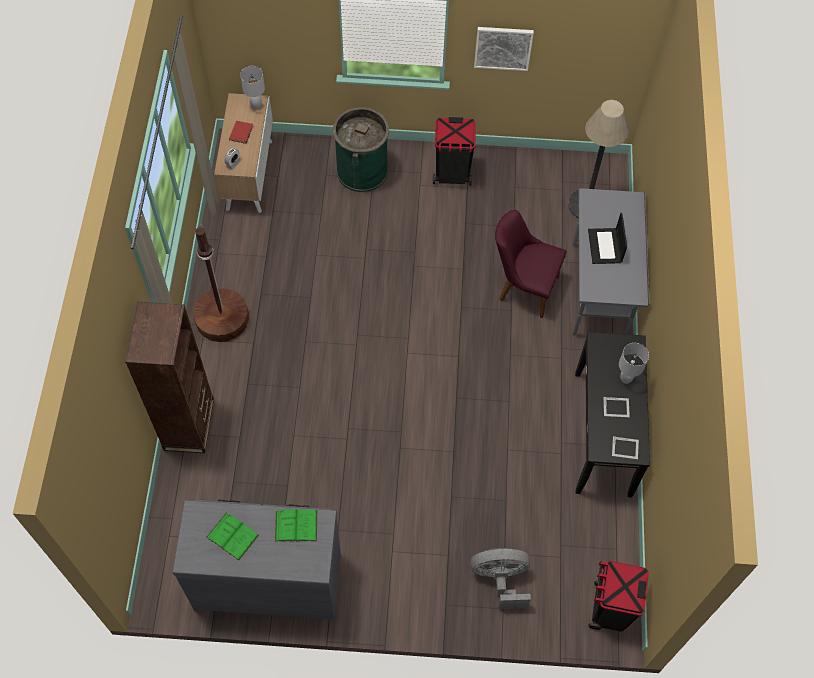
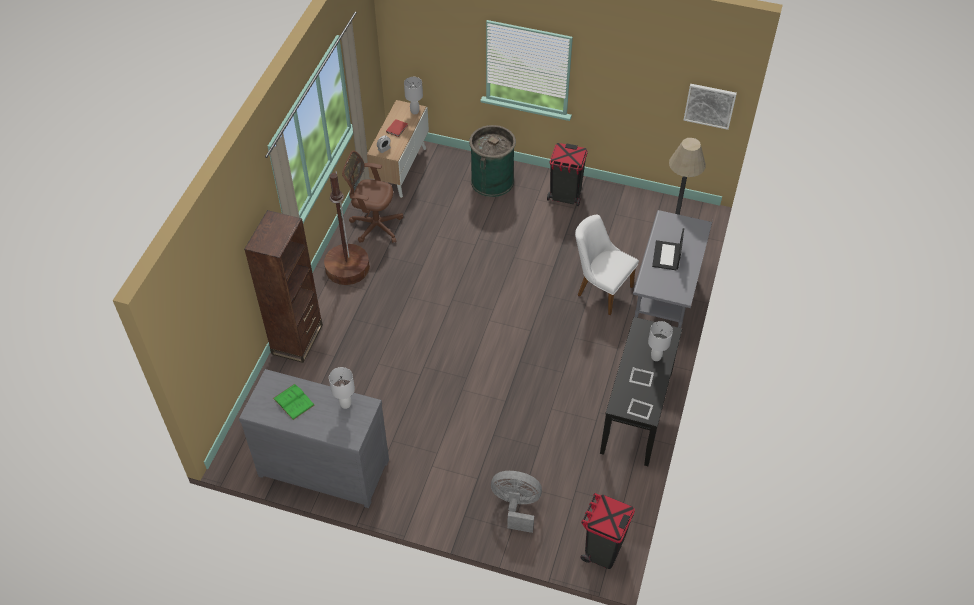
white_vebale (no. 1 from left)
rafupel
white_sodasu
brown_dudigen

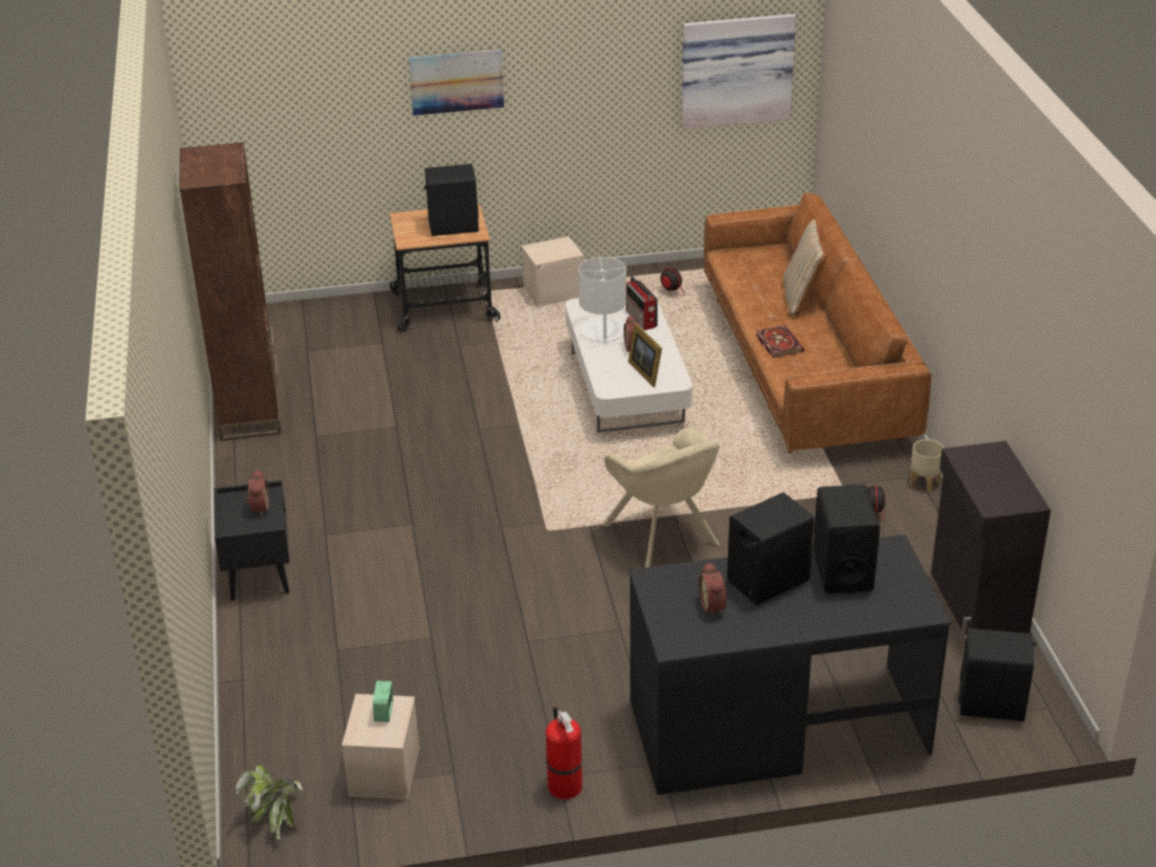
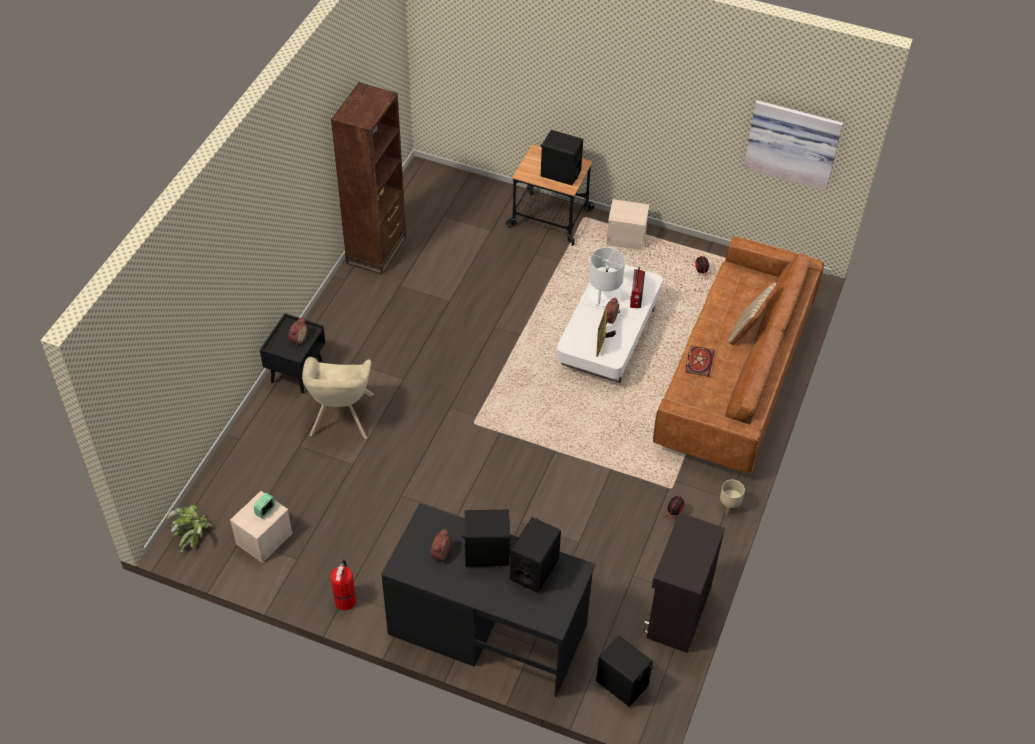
rafupel (no. 1 from left in the first image)
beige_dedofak

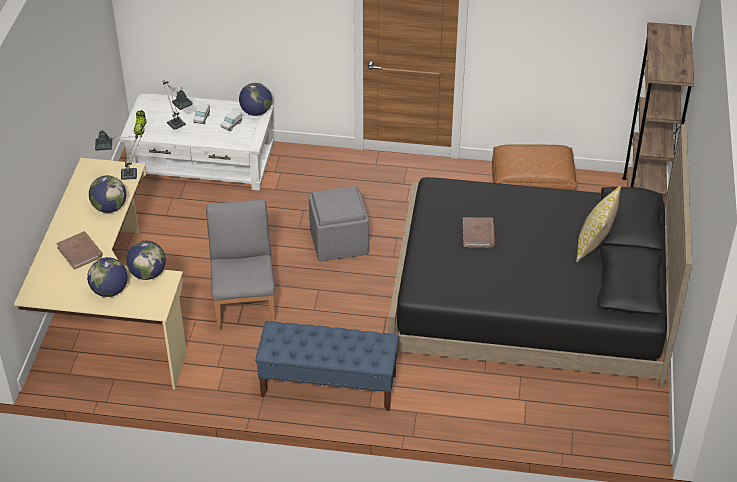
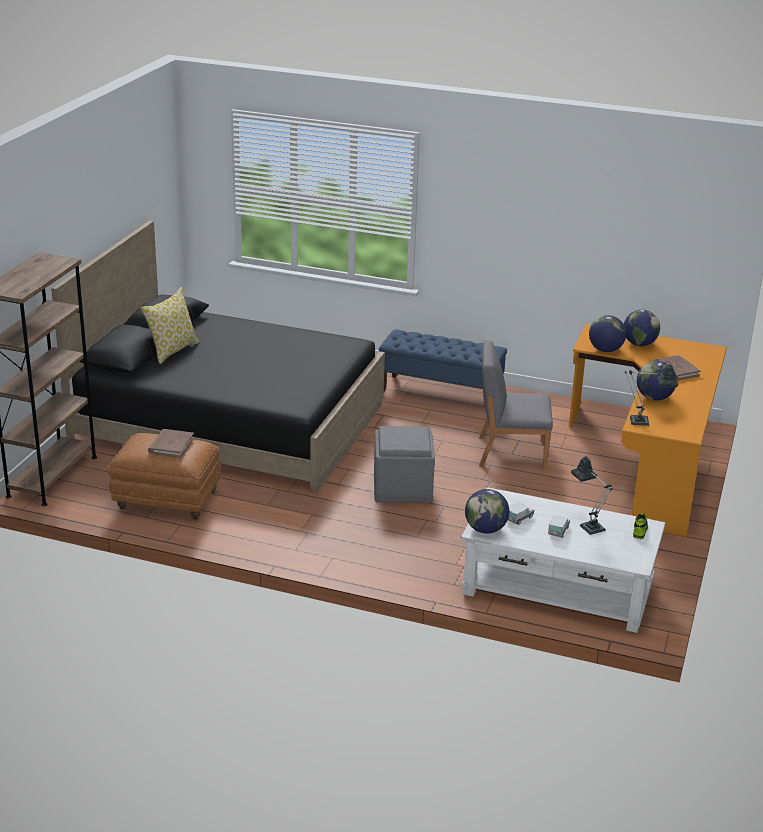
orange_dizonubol
grey_sodasu
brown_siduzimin (no. 1 from left)

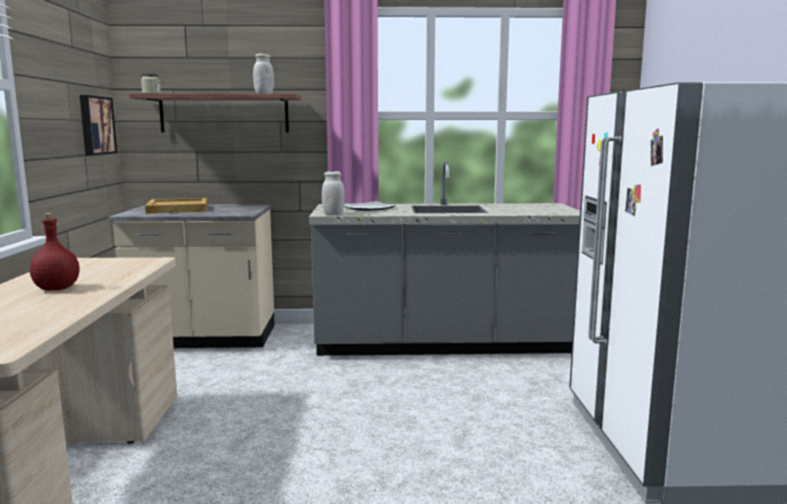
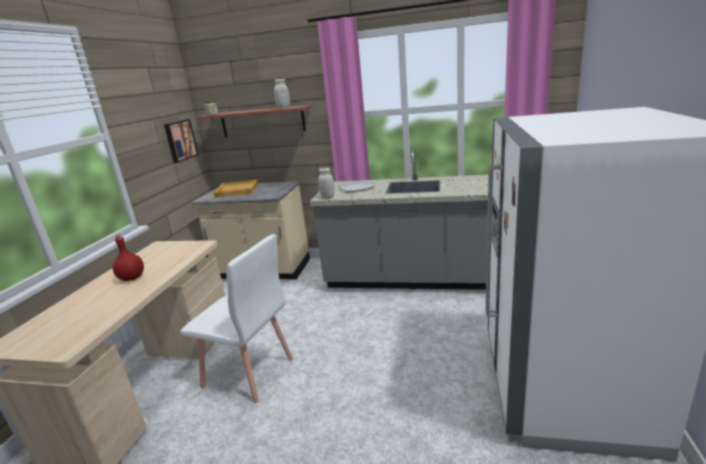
white_sodasu

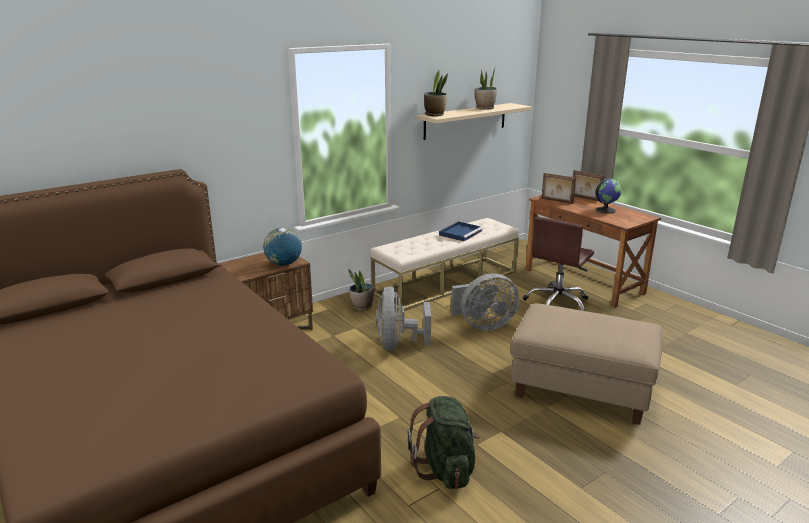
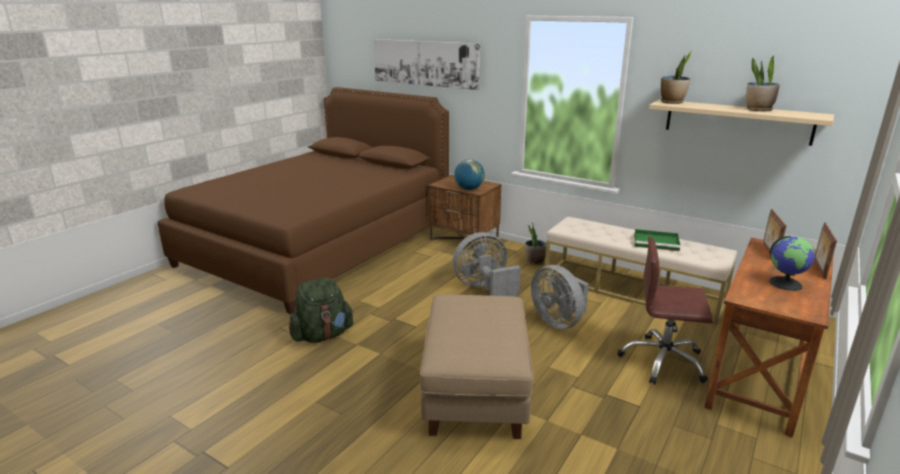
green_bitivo
rafupel

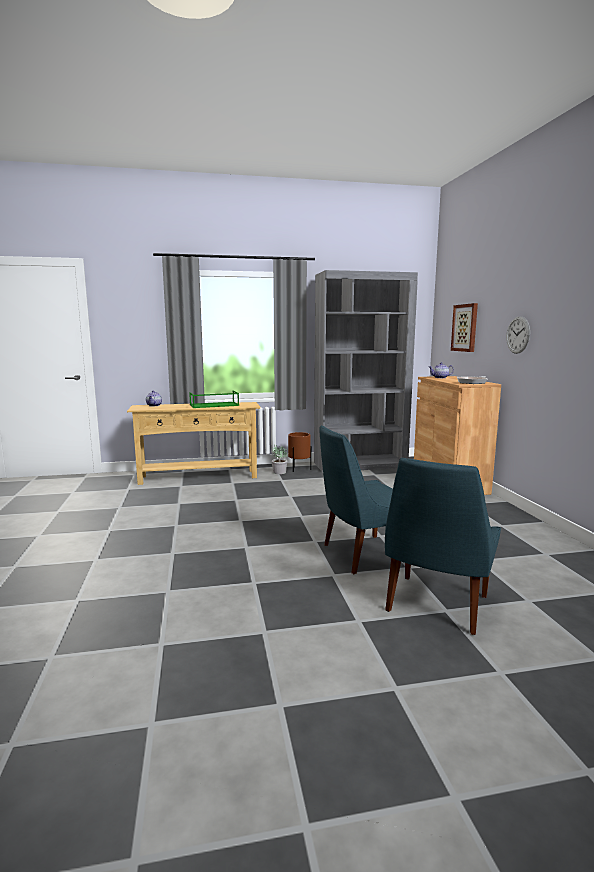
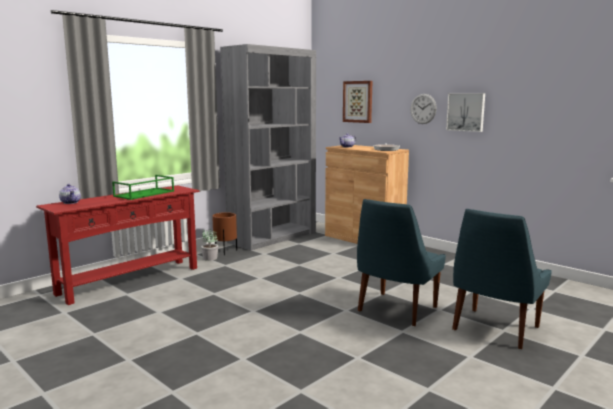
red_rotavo
blue_sodasu (no. 2 from left)
rafupel (no. 2 from left)

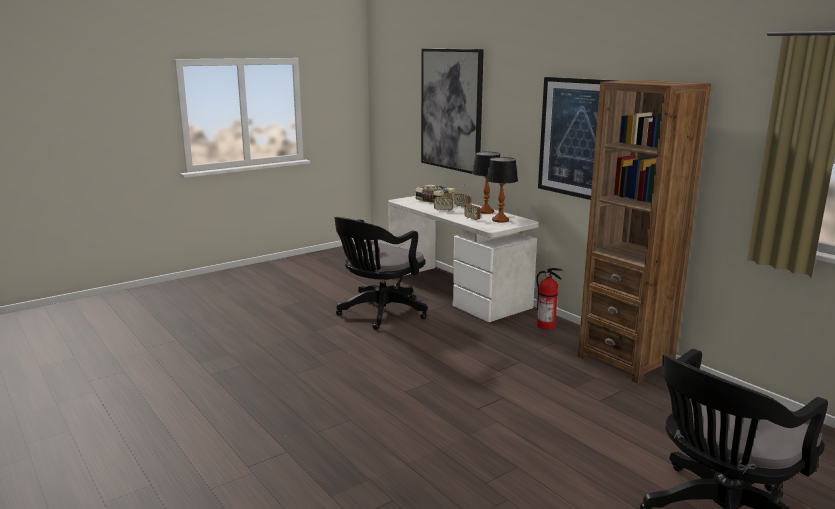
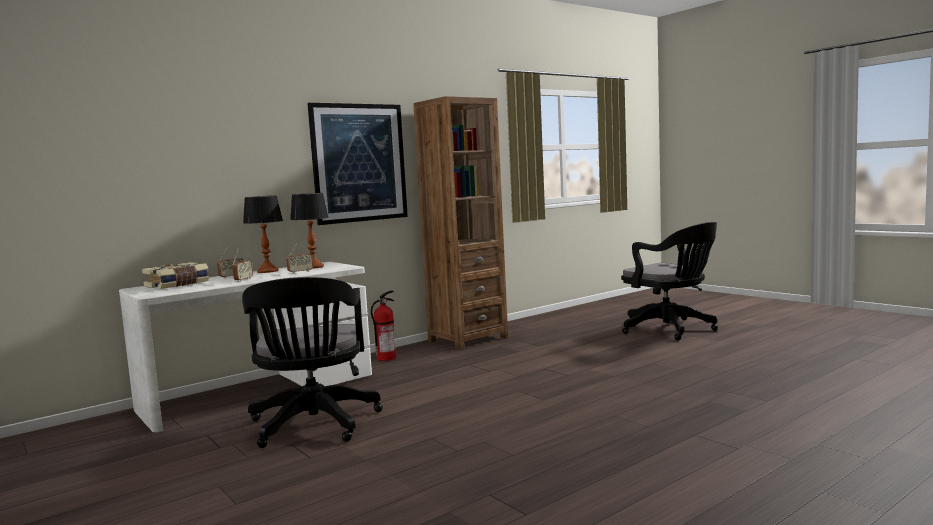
black_dudigen (no. 1 from left)
rafupel (no. 1 from left in the first image)

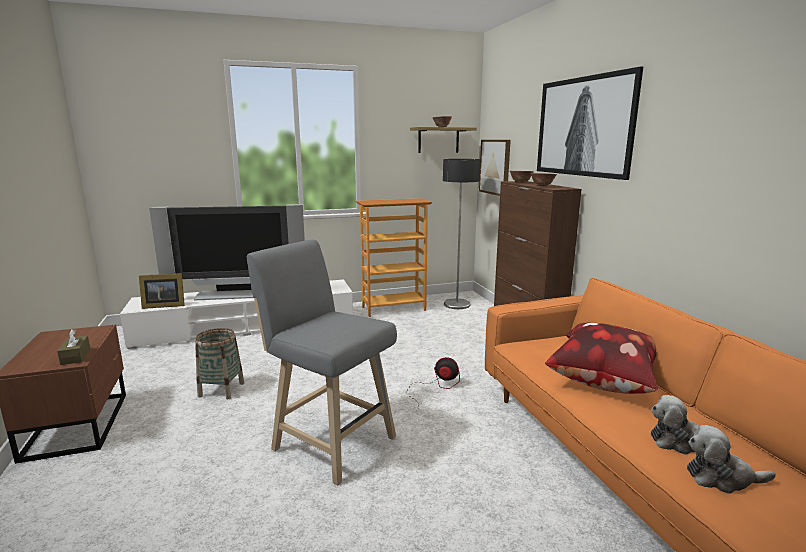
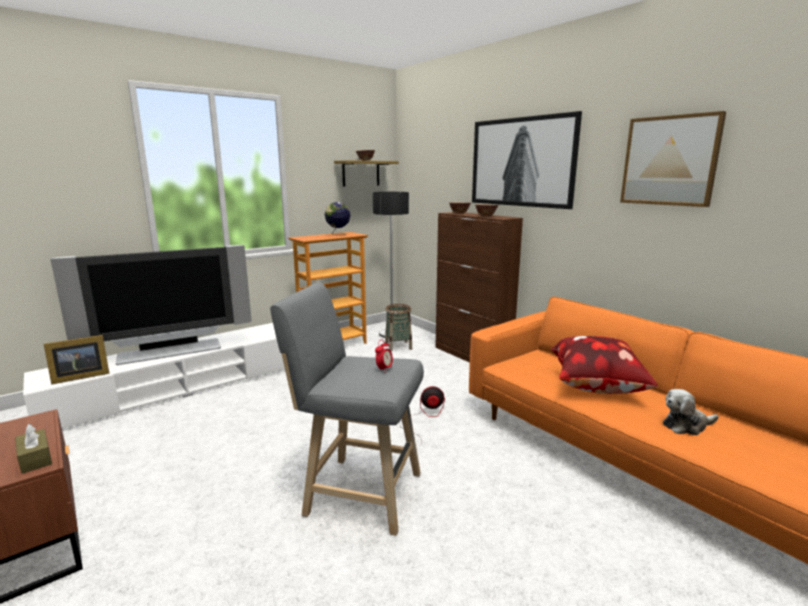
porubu
rafupel (no. 2 from left)
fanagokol (no. 2 from left in the first image)
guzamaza
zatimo

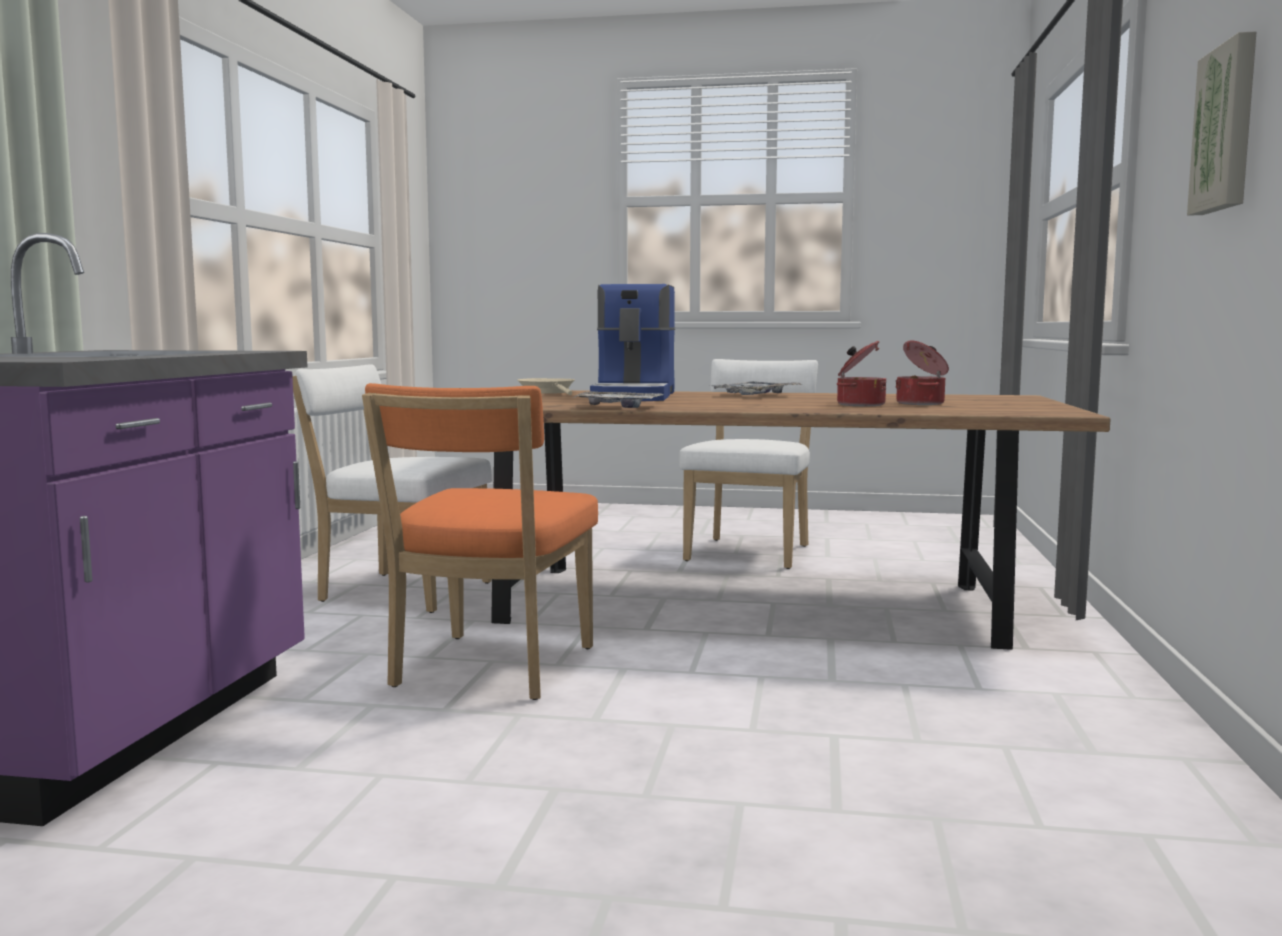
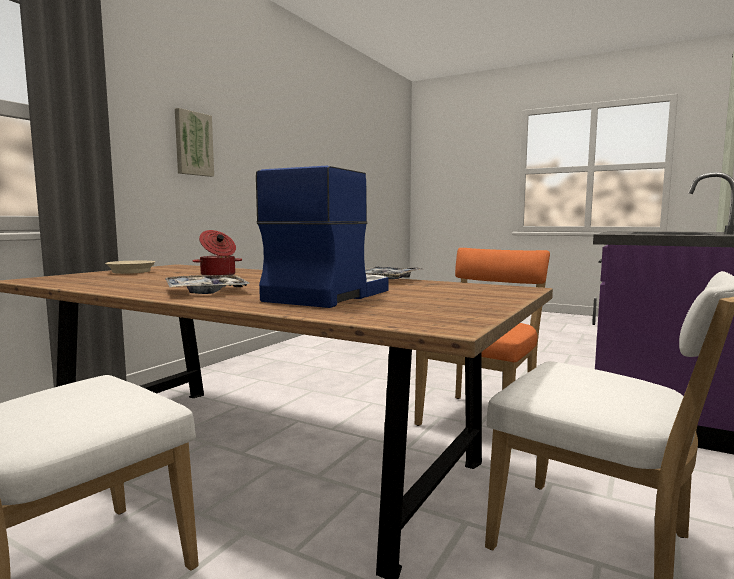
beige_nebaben
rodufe (no. 2 from left in the first image)

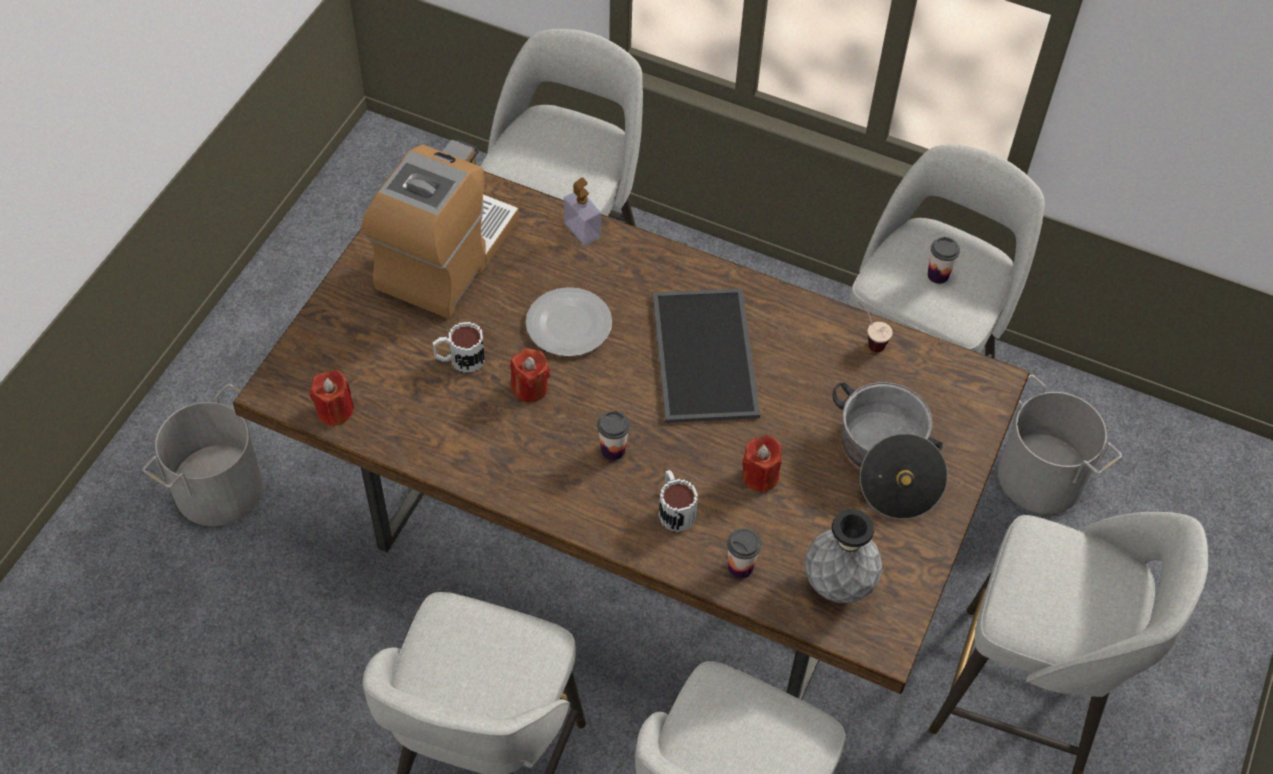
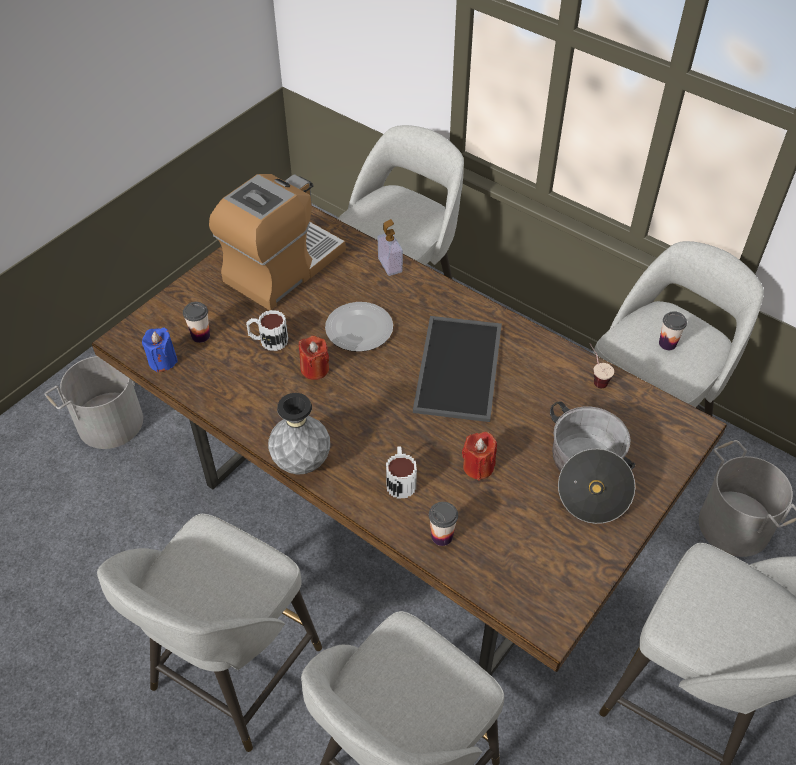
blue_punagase
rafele (no. 1 from left)
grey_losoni

